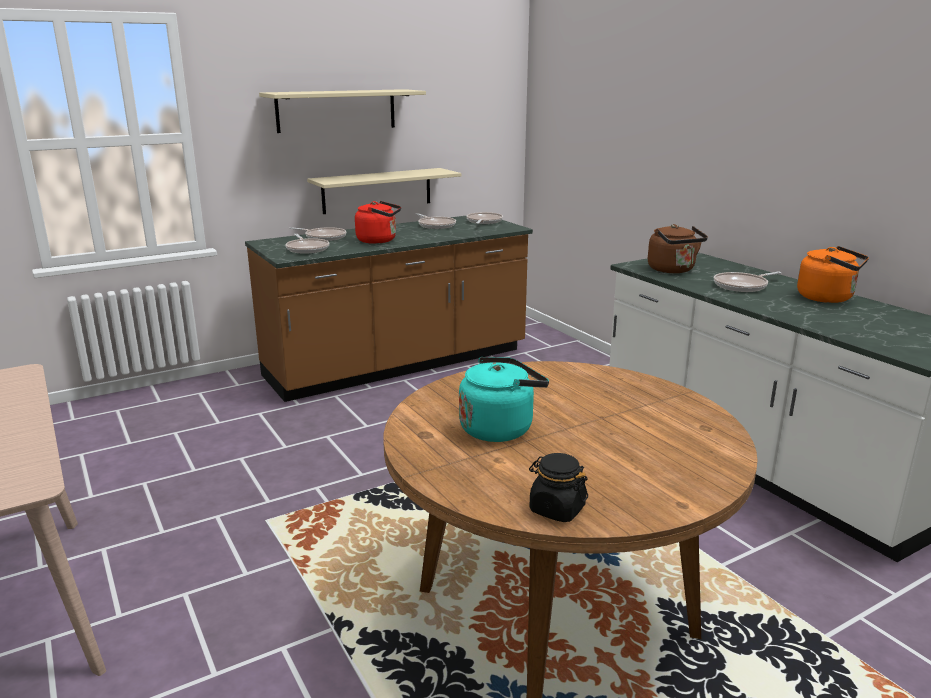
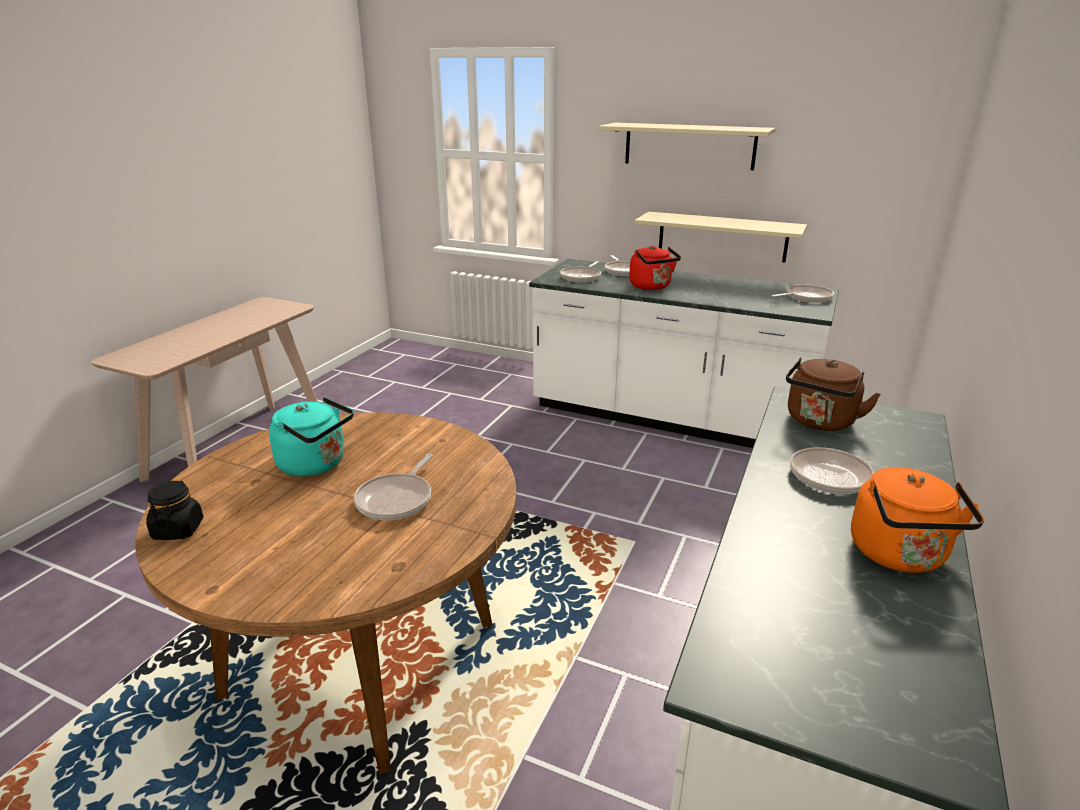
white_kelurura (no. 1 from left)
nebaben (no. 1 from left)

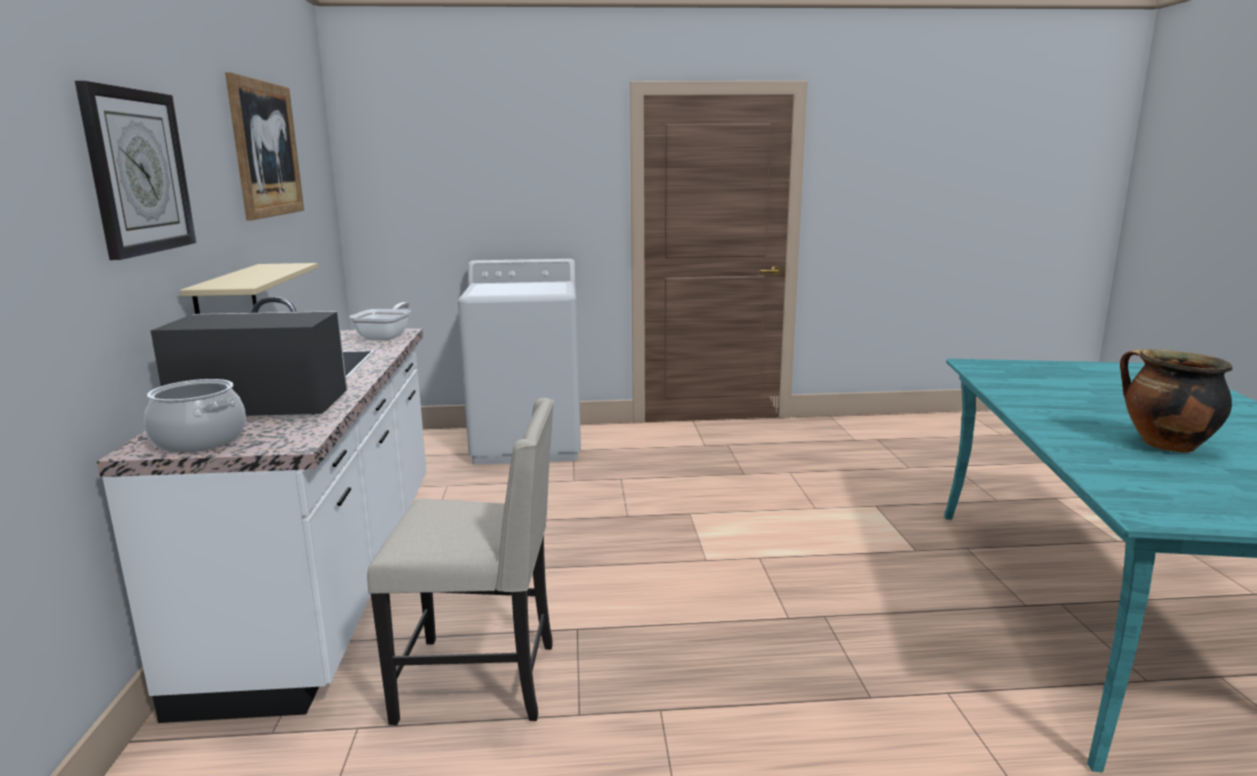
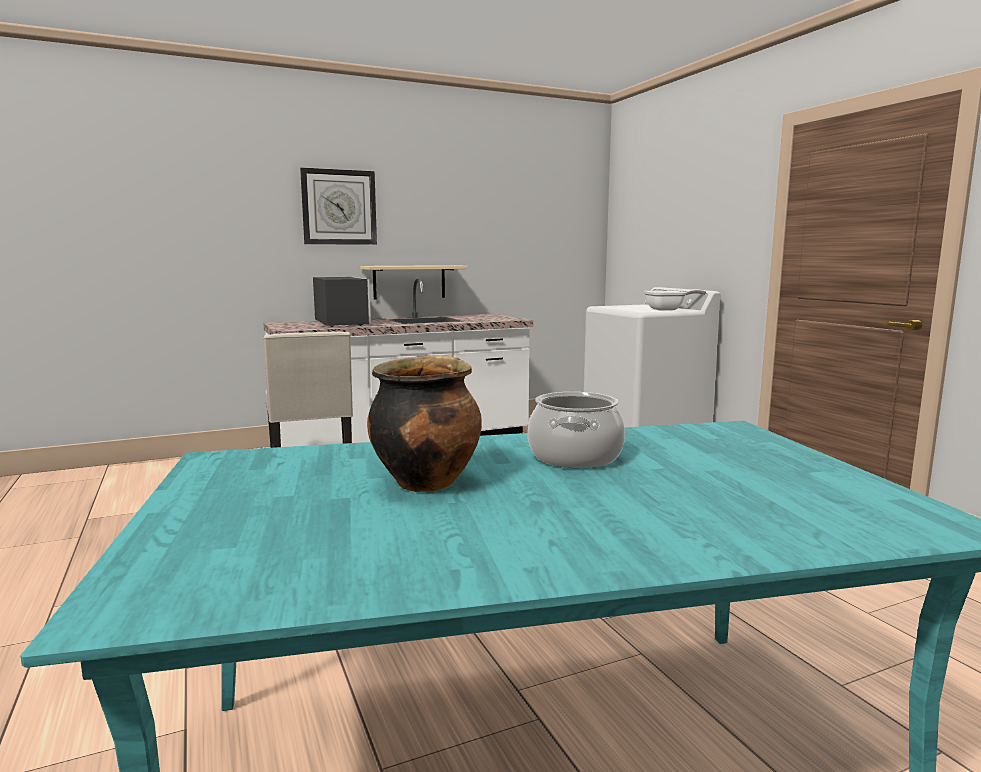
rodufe (no. 2 from left)
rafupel
nebaben

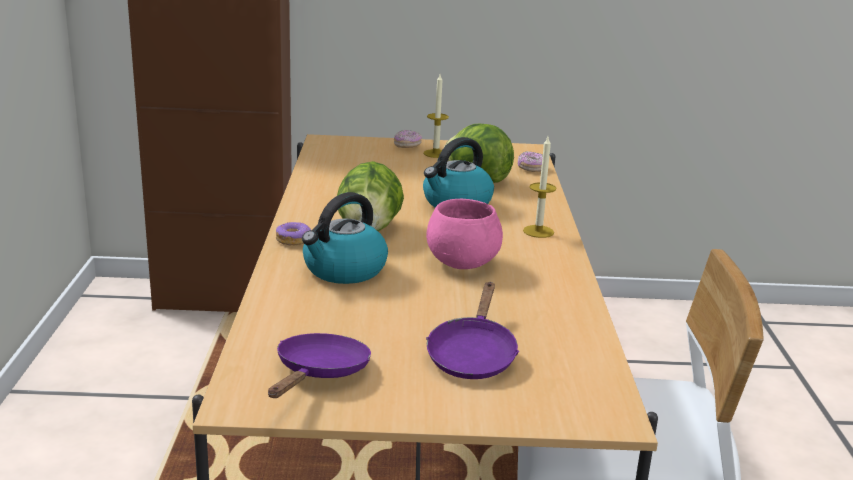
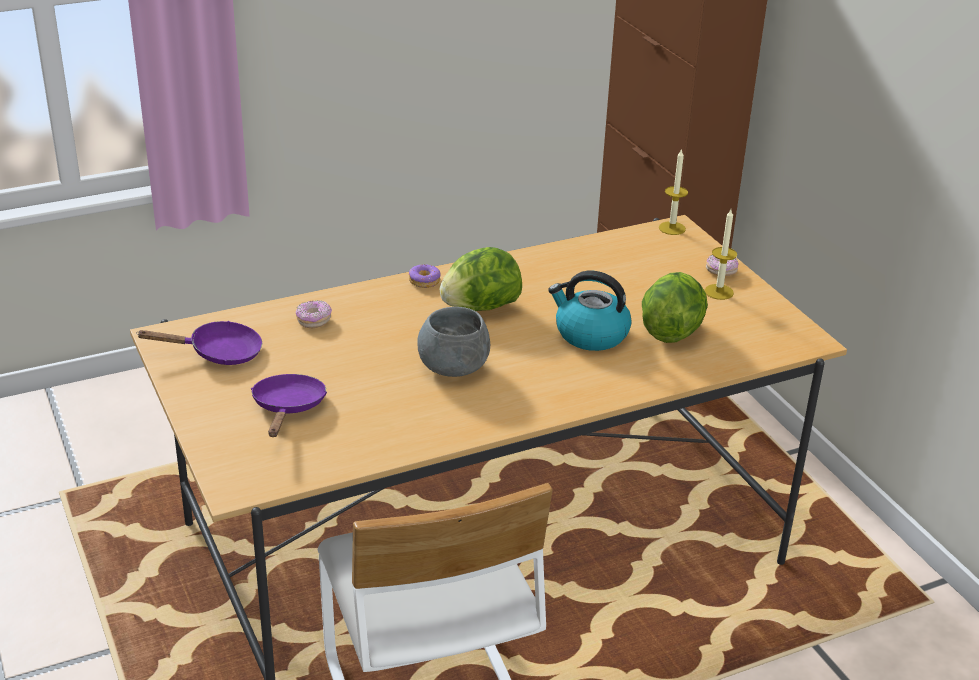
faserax (no. 1 from left in the first image)
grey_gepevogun
purple_nebaben (no. 2 from left)
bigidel (no. 1 from left)
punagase (no. 1 from left)

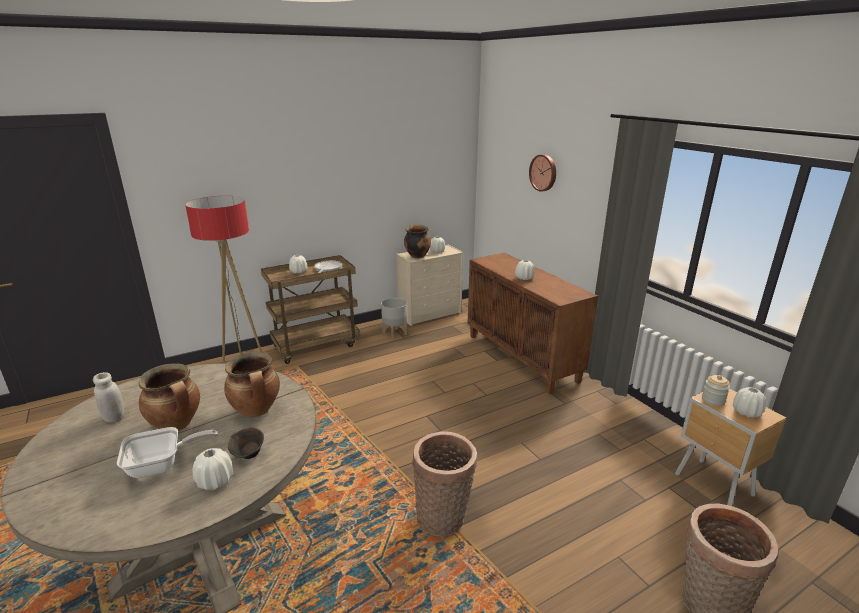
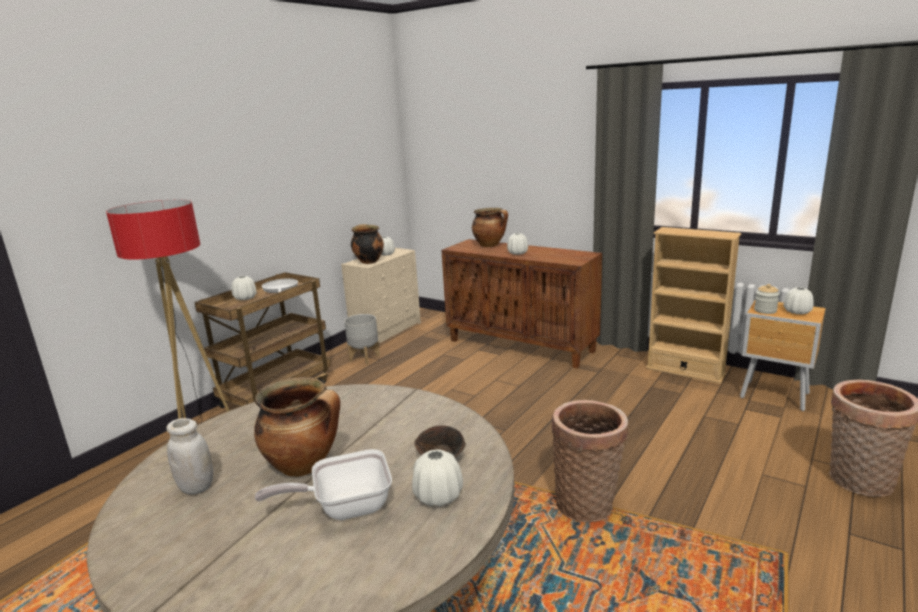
nebaben (no. 2 from left)
rodufe (no. 3 from left)
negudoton
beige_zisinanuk

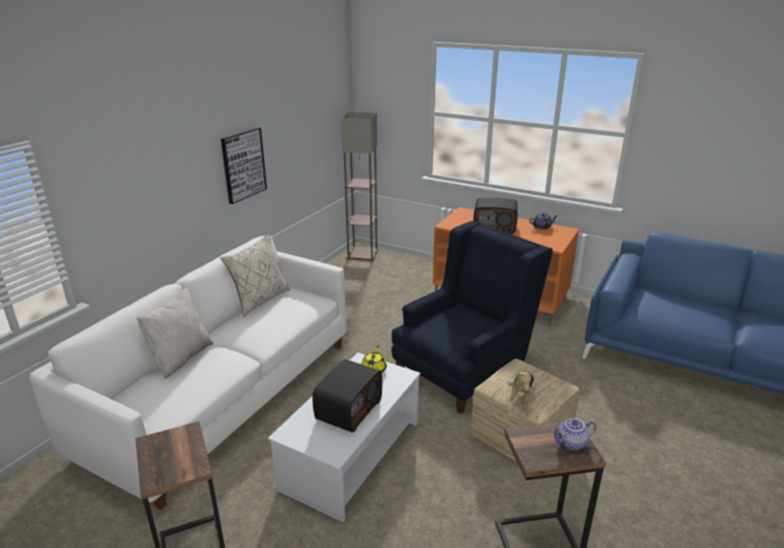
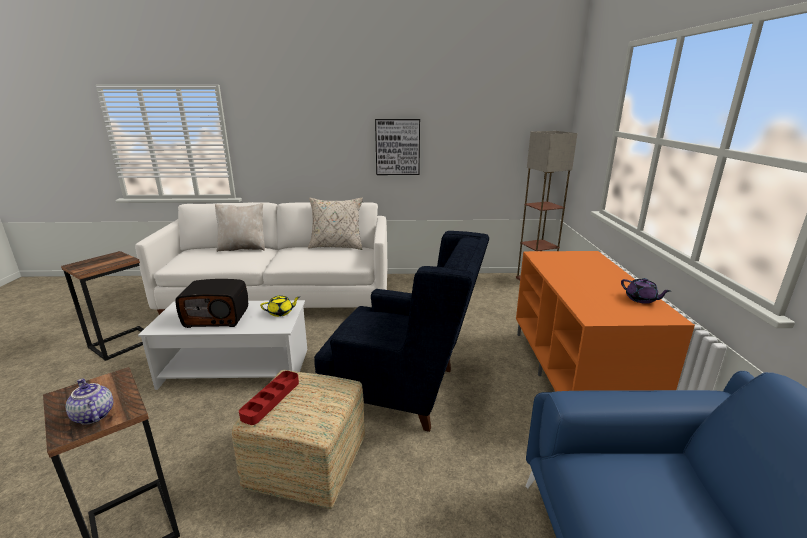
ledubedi (no. 2 from left in the first image)
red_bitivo

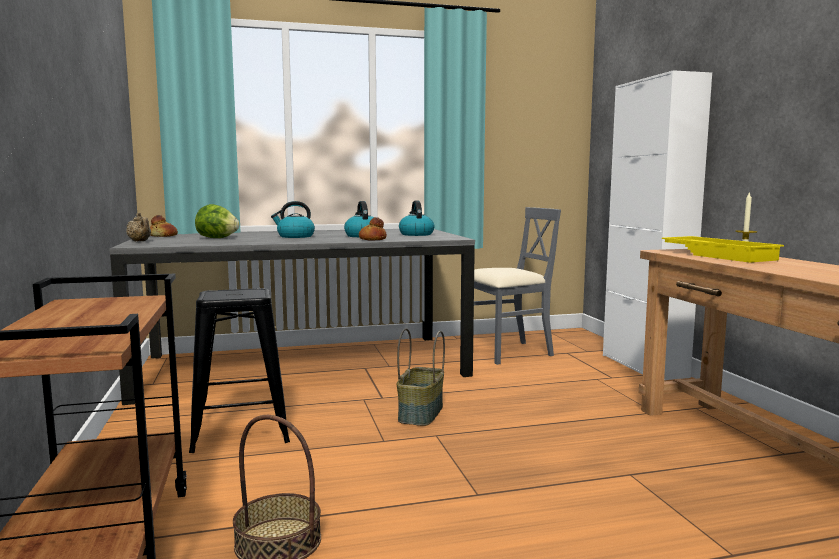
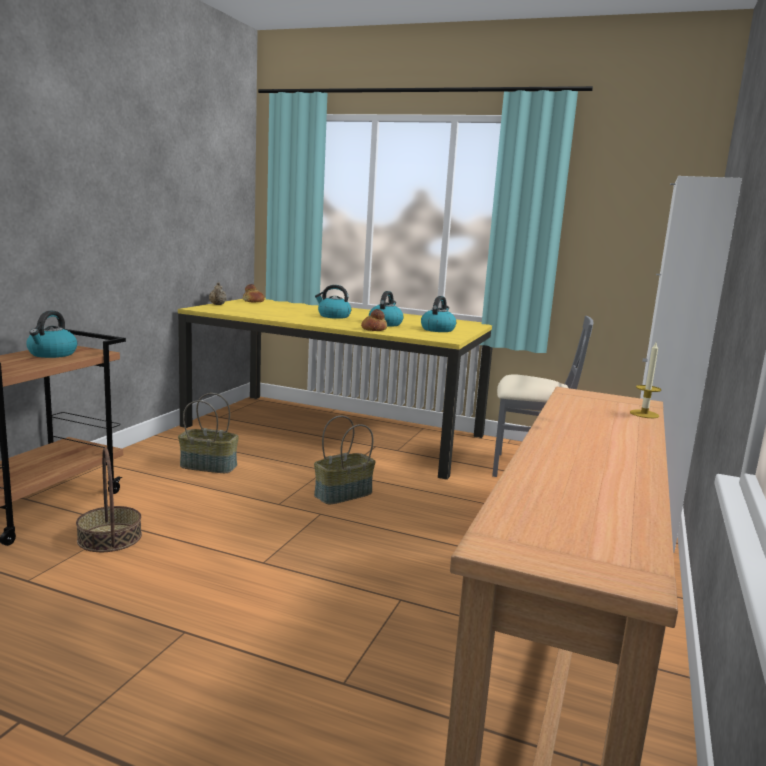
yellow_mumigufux
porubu (no. 2 from left)
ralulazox
yellow_bitivo
faserax (no. 1 from left)

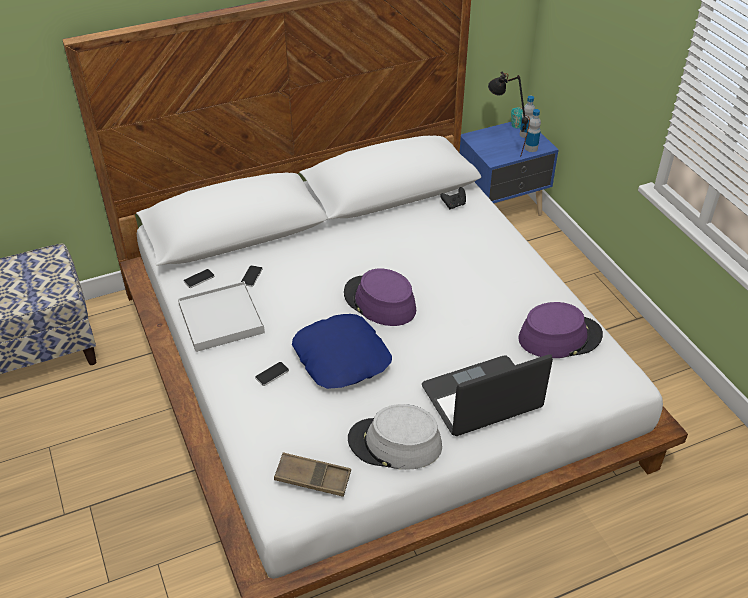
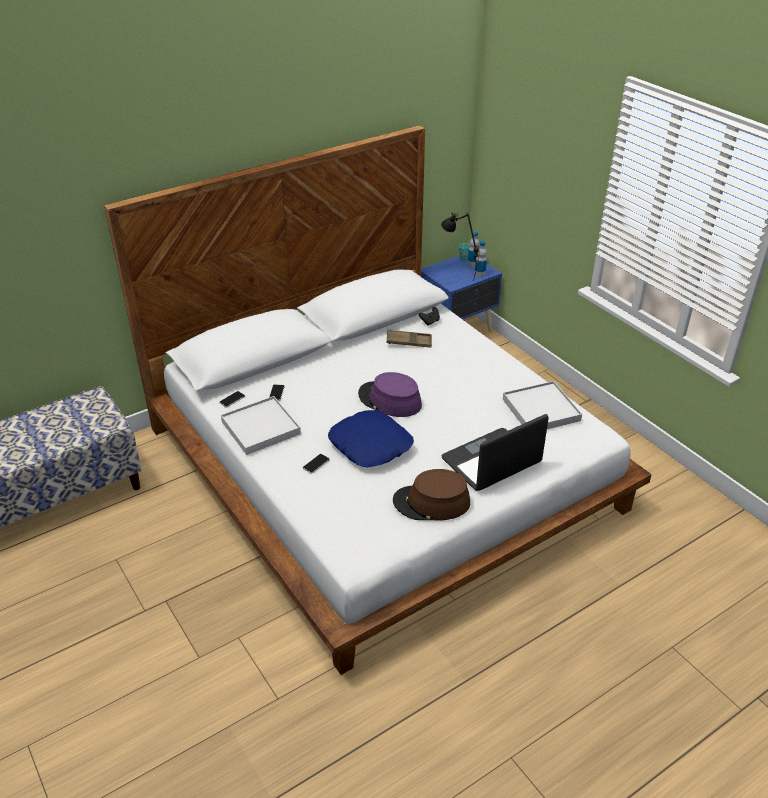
brown_bitivo
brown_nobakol
white_bitivo (no. 2 from left)

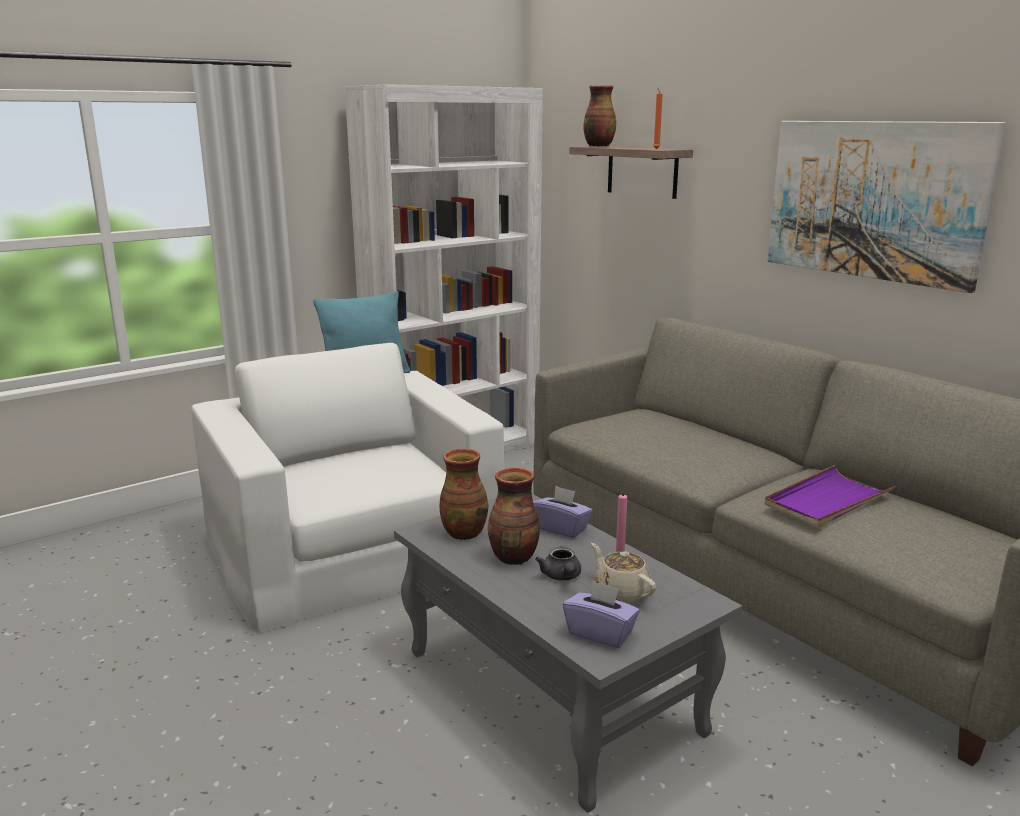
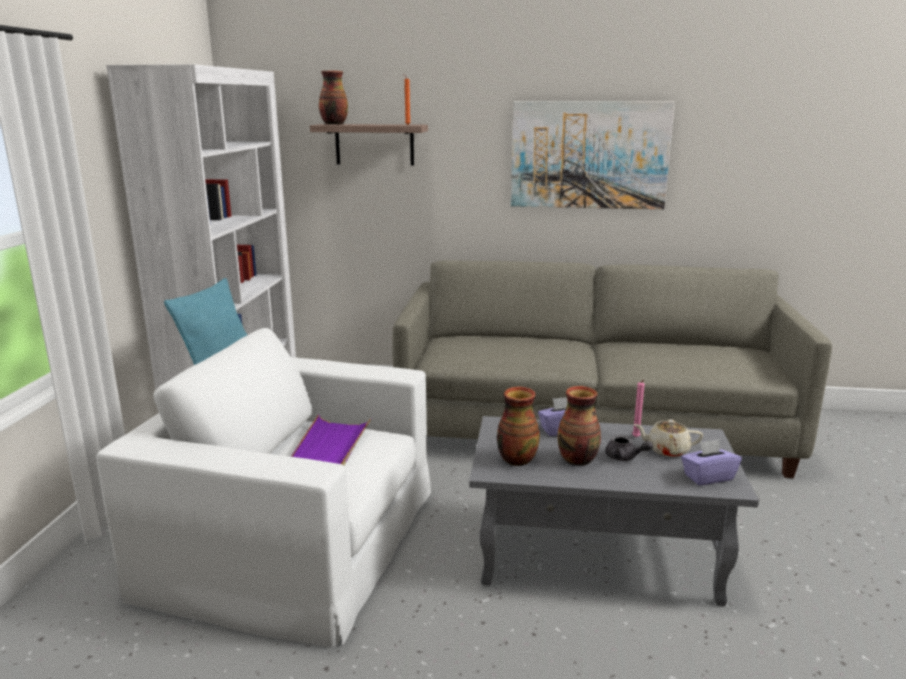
purple_bitivo

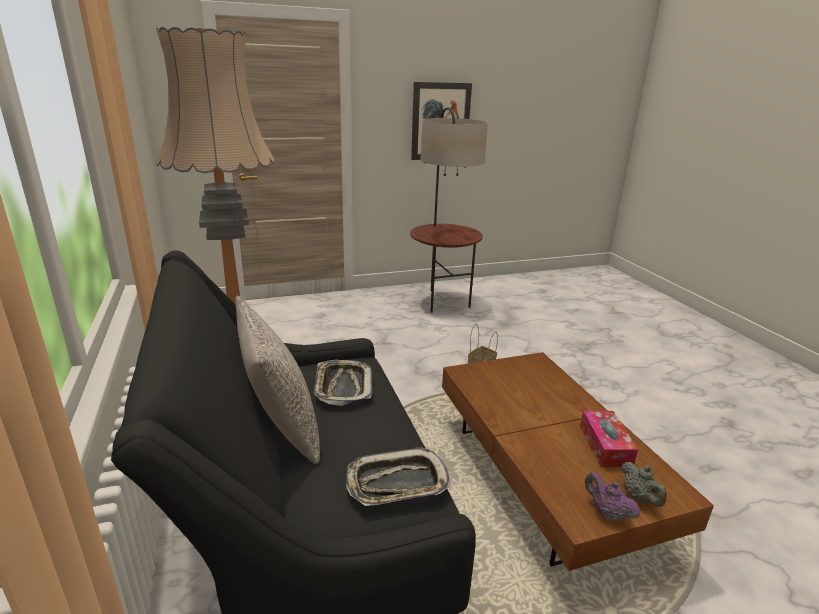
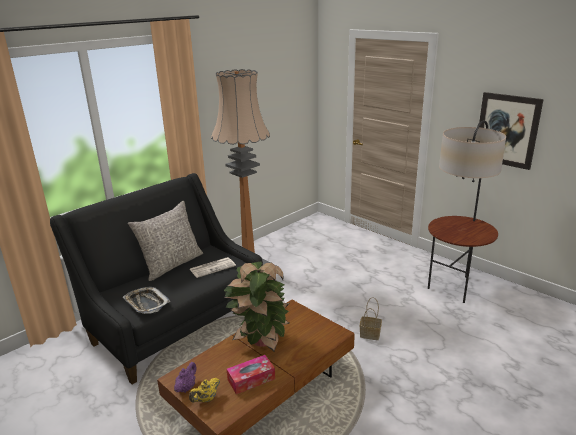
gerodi
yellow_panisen
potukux

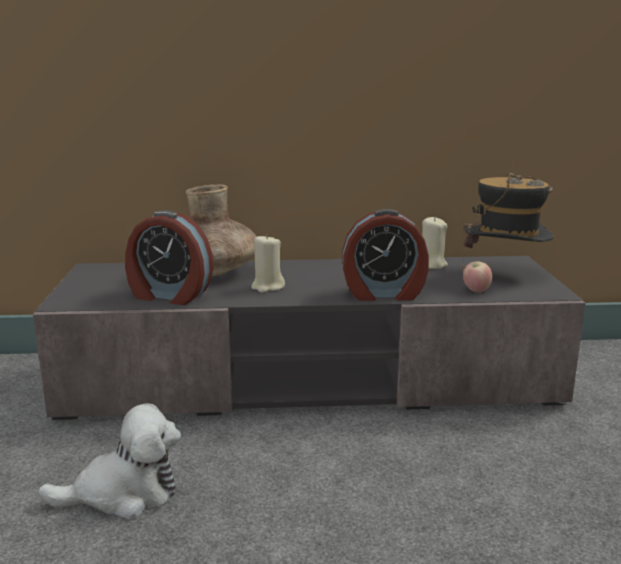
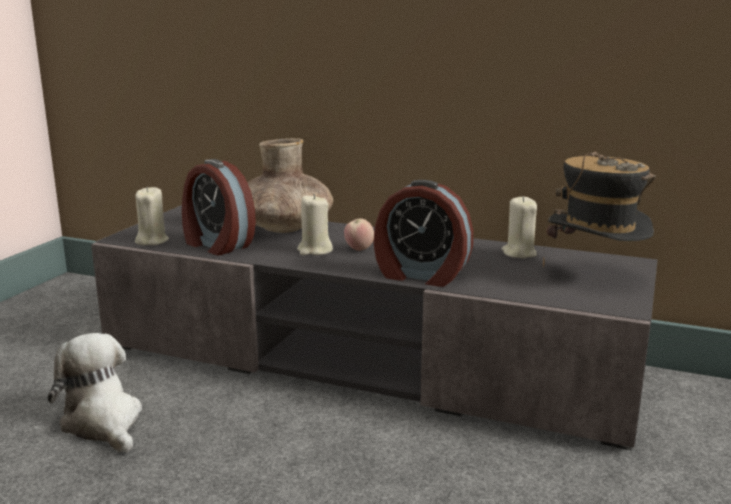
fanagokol
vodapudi
beige_punagase (no. 1 from left)

